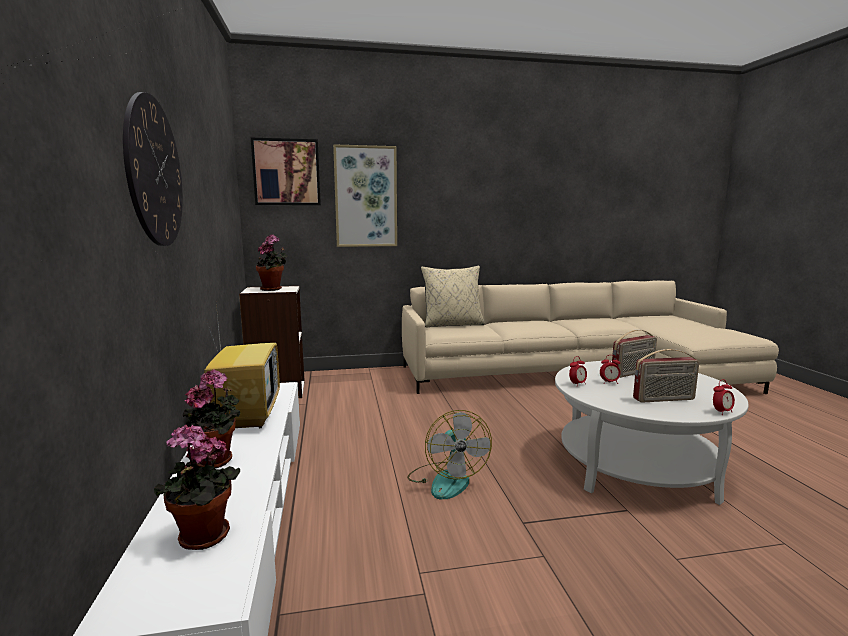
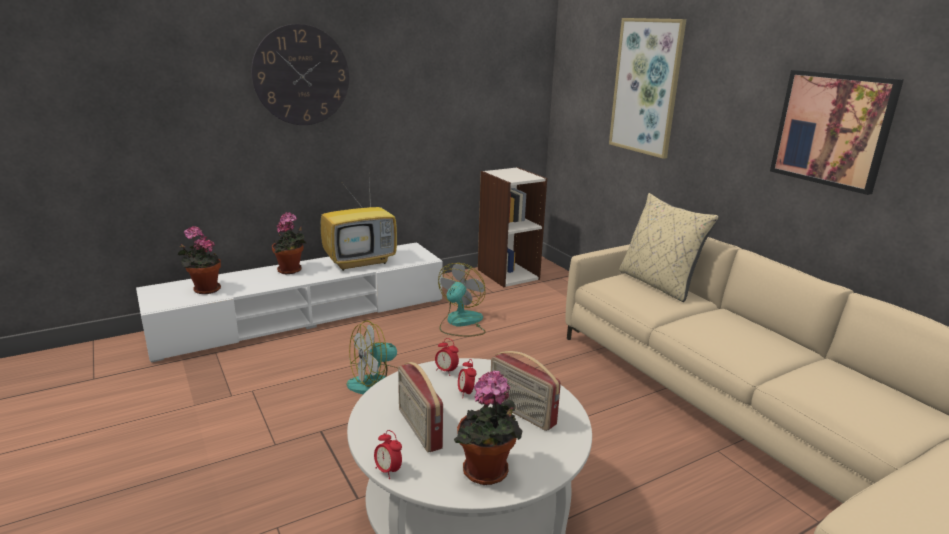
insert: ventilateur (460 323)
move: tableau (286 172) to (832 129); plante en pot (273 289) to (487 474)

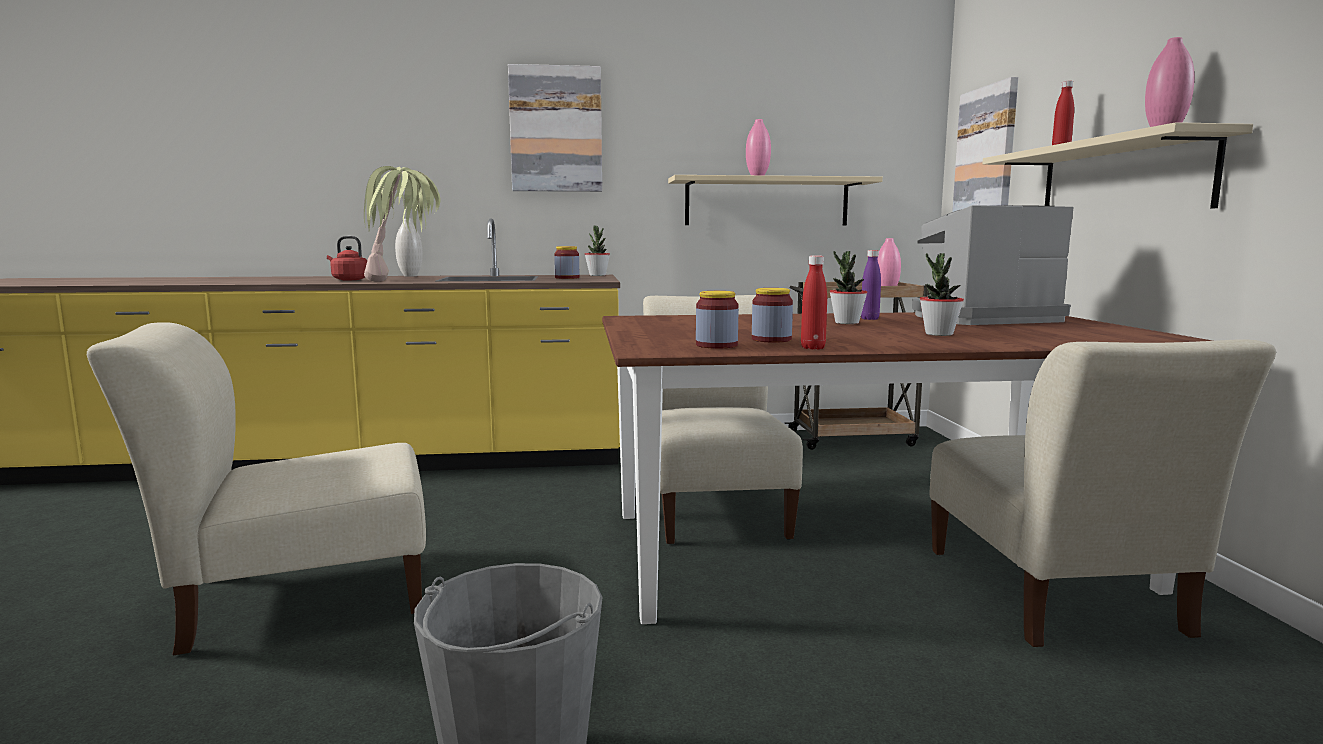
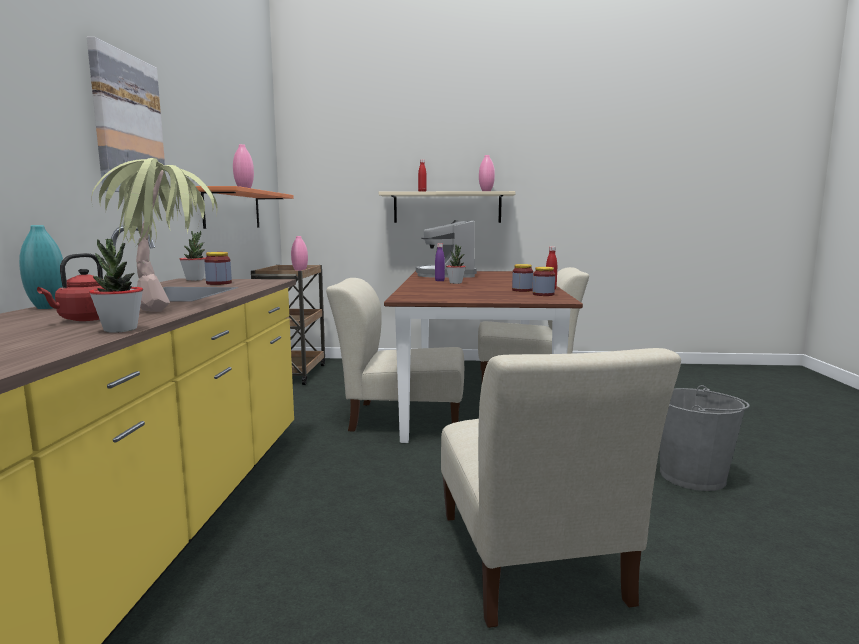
delete: tableau (986 152)
move: plante en pot (939 334) to (120 329)
recolor: vase [blanc] (410 276) to vase [turquoise] (47 307); étagère [beige] (767 202) to étagère [orange] (232 209)

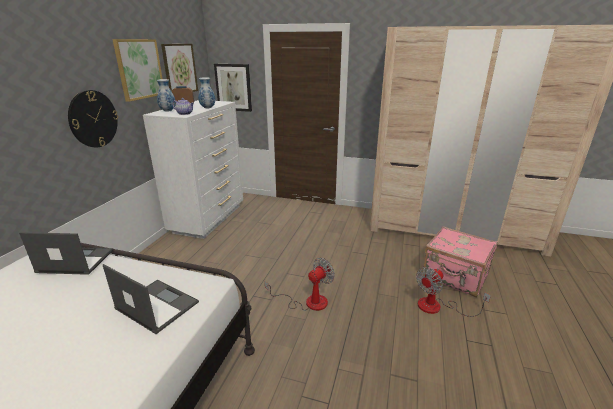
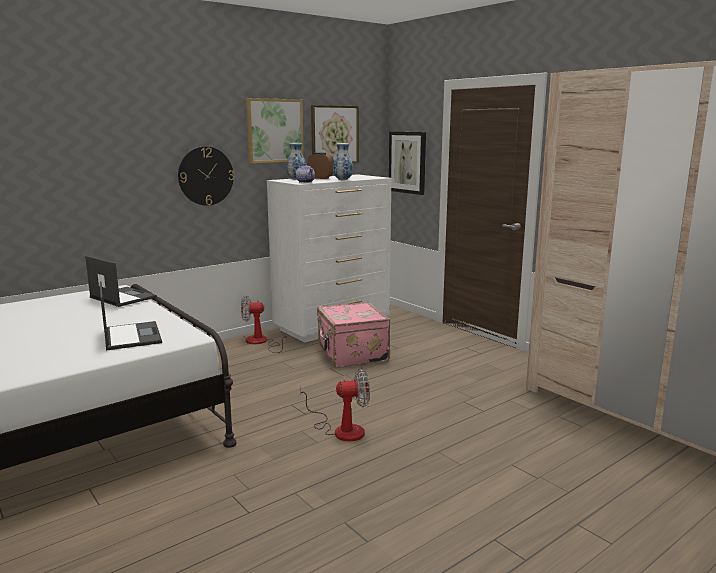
move: ventilateur (437 307) to (261 342); valise [rose] (455 277) to (351 354)

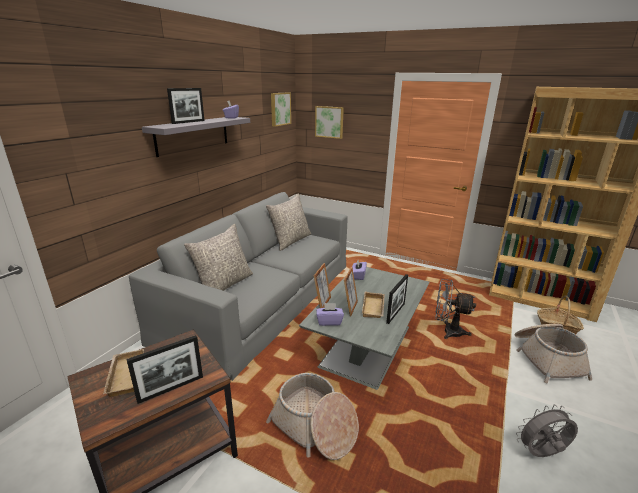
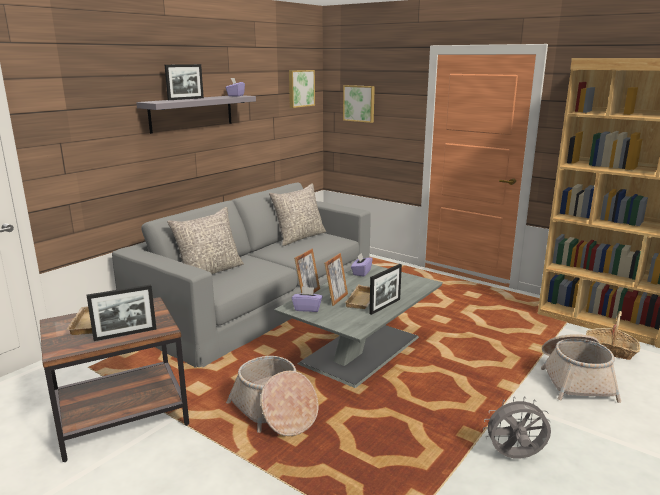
delete: ventilateur [gris] (447 331)

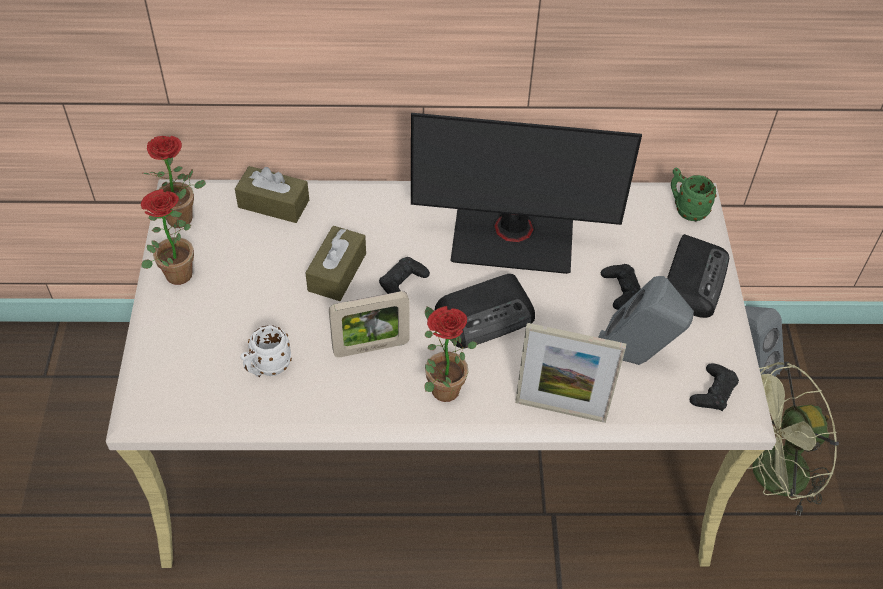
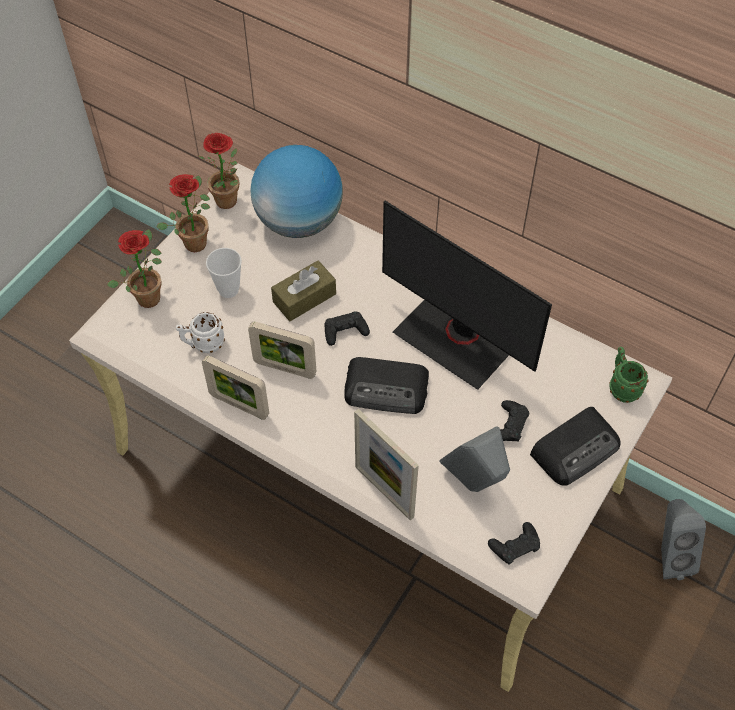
delete: ventilateur [vert] (769 477)
insert: cadre photo (239 405); tasse (228 290)
move: plante en pot (440 386) to (148 294)
replace: boîte à mouchoirs [marron] (273 204) to globe (299 221)

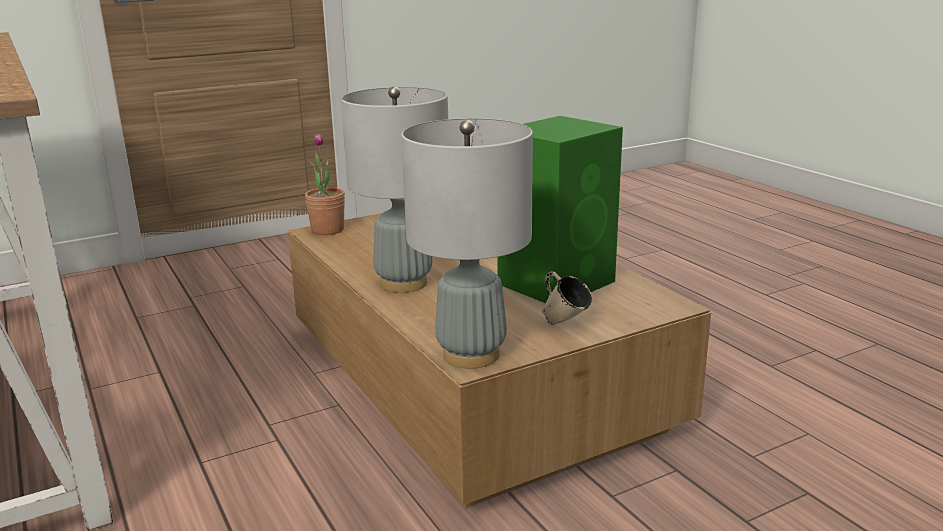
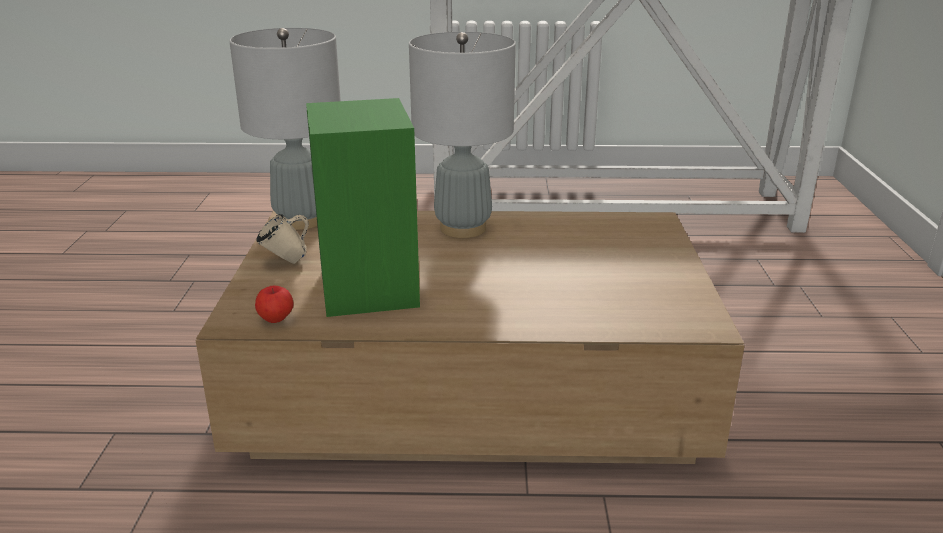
delete: plante en pot (327 230)
insert: pomme (276 319)

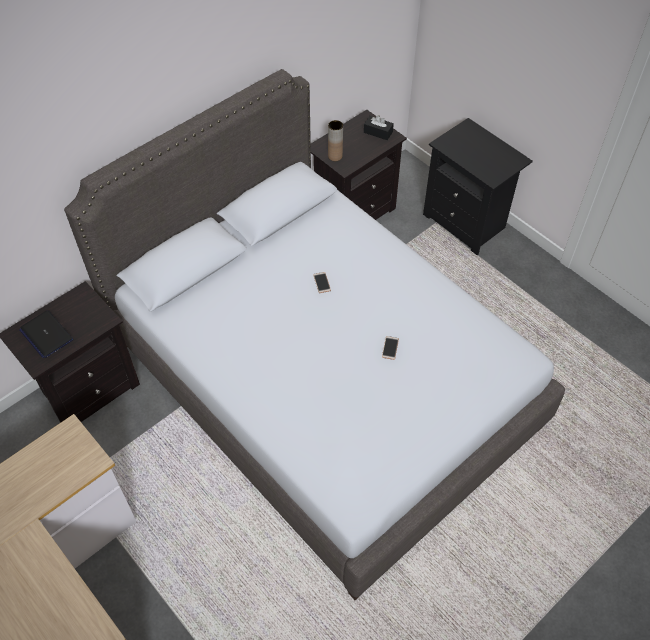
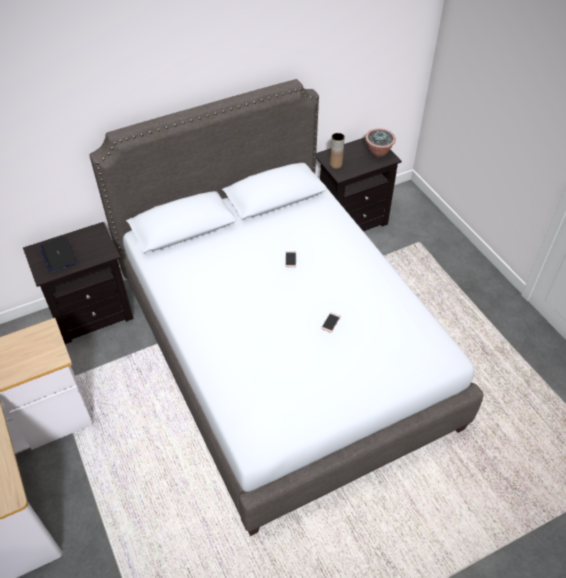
delete: table de chevet [noir] (466 222)
replace: boîte à mouchoirs [noir] (378 132) to plante en pot (378 152)

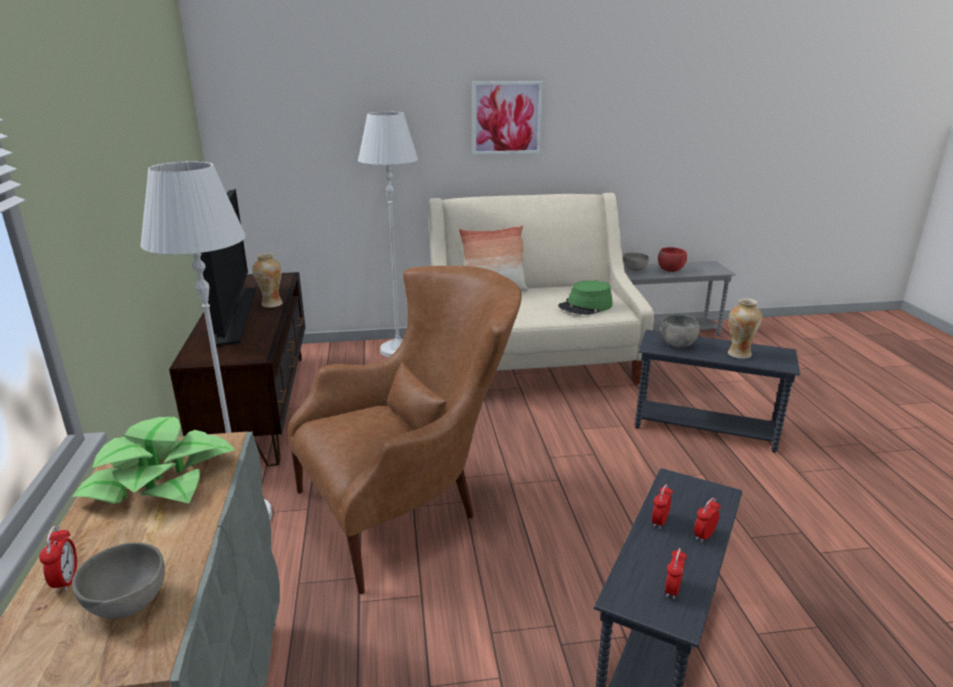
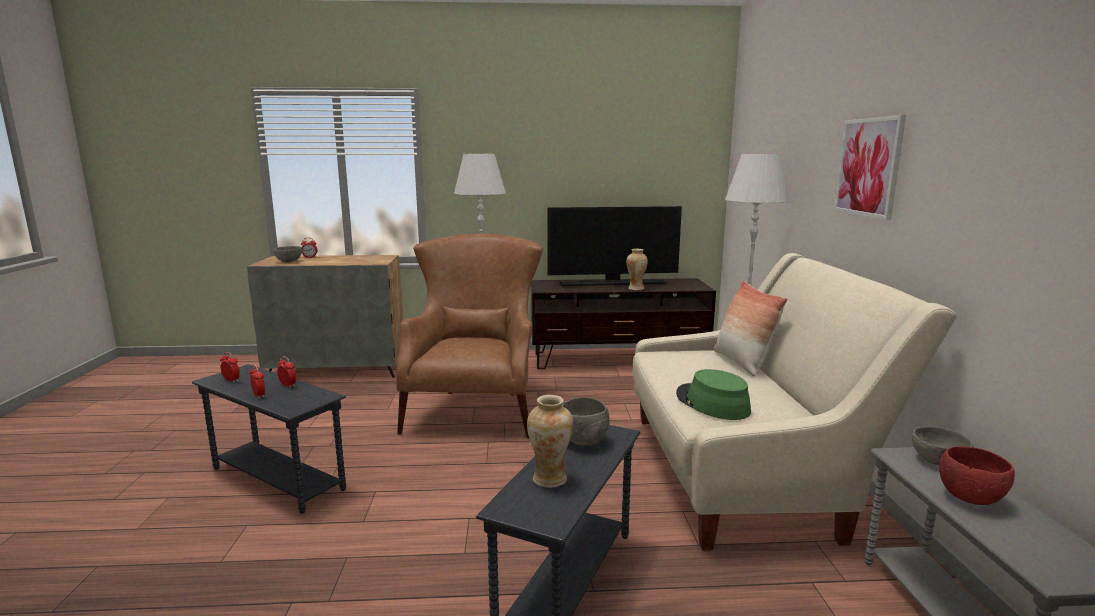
delete: plante en pot (160 480)
rotate: fauteuil [marron] (411 505) = (476 406) 150 degrees counterclockwise

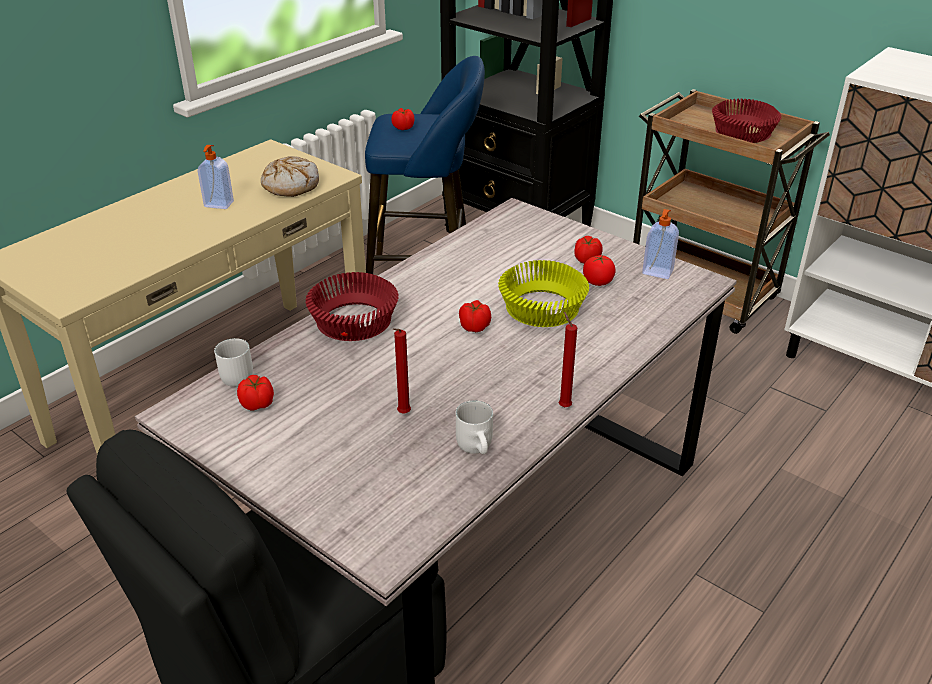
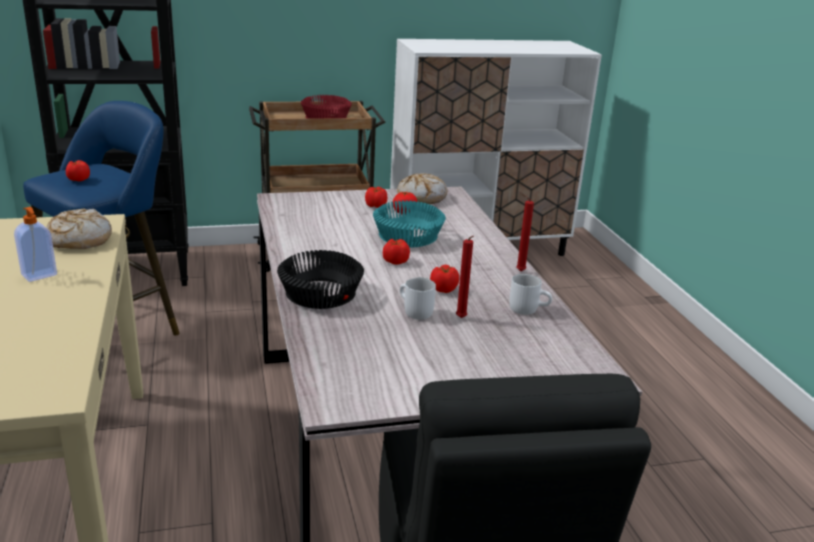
move: mug [blanc] (237 374) to (413 312); tomate (258 404) to (444 289)
replace: distributeur de savon (657 272) to pain (422 197)
recolor: bol [rouge] (353 322) to bol [noir] (321 295); bol [jaune] (544 308) to bol [turquoise] (408 236)

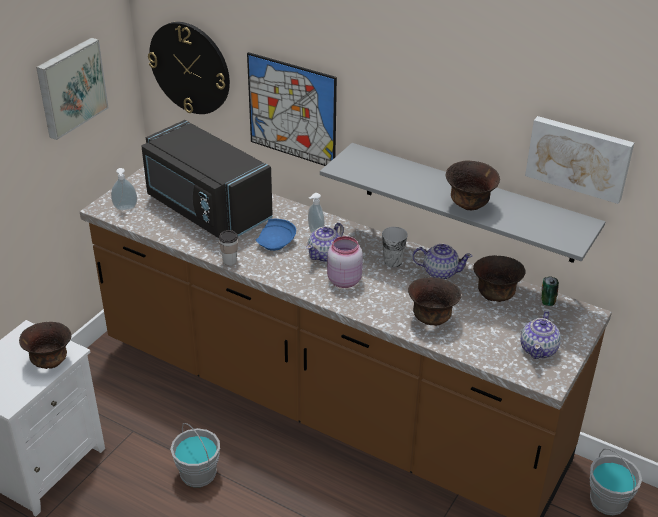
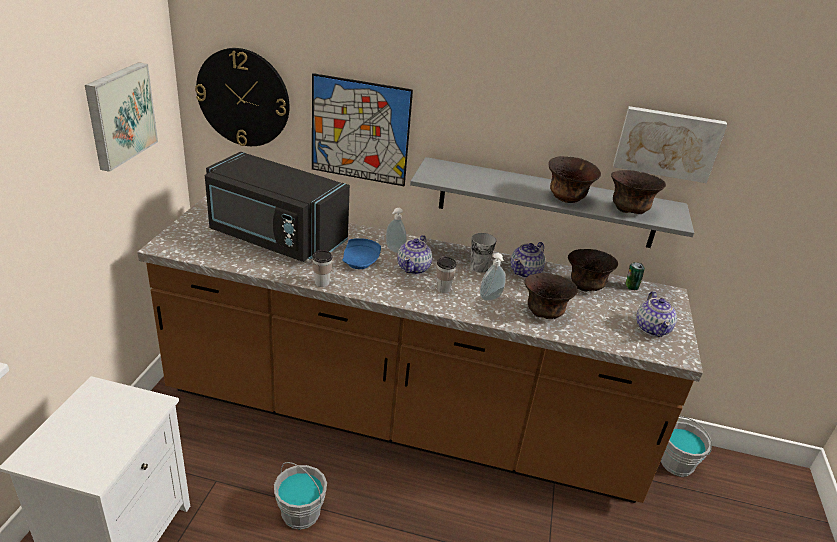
move: bol [marron] (50 361) to (628 211); distributeur de savon (125 209) to (491 299)
replace: bocal [rose] (343 280) to tasse (443 289)
rotate: théière (440 272) = (526 272) 135 degrees clockwise

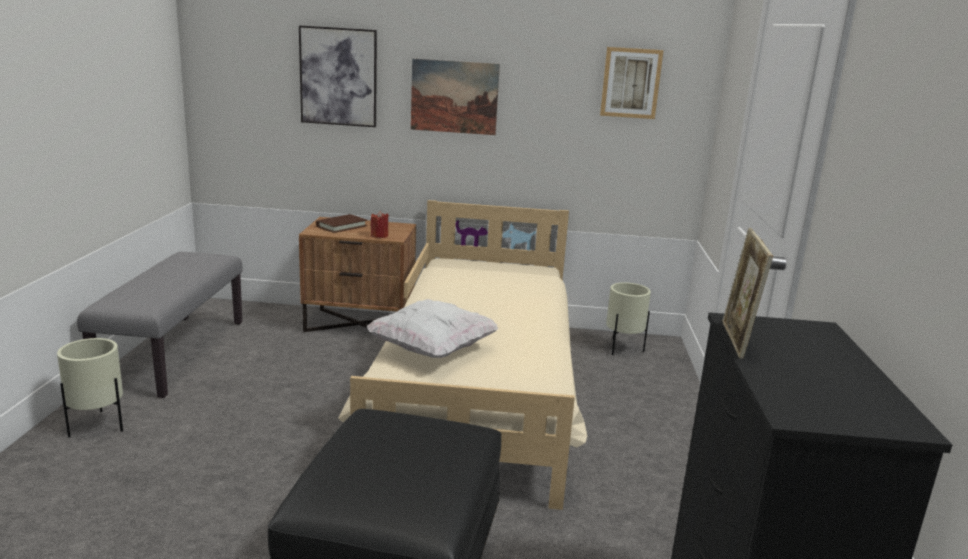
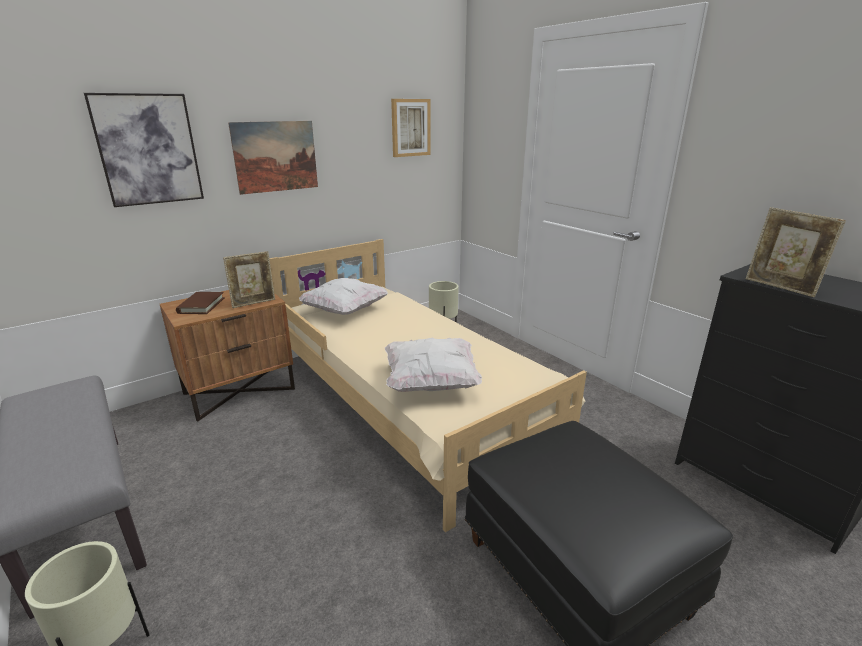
insert: coussin [blanc] (345 311)
replace: bougie [rouge] (379 236) to cadre photo (254 303)

